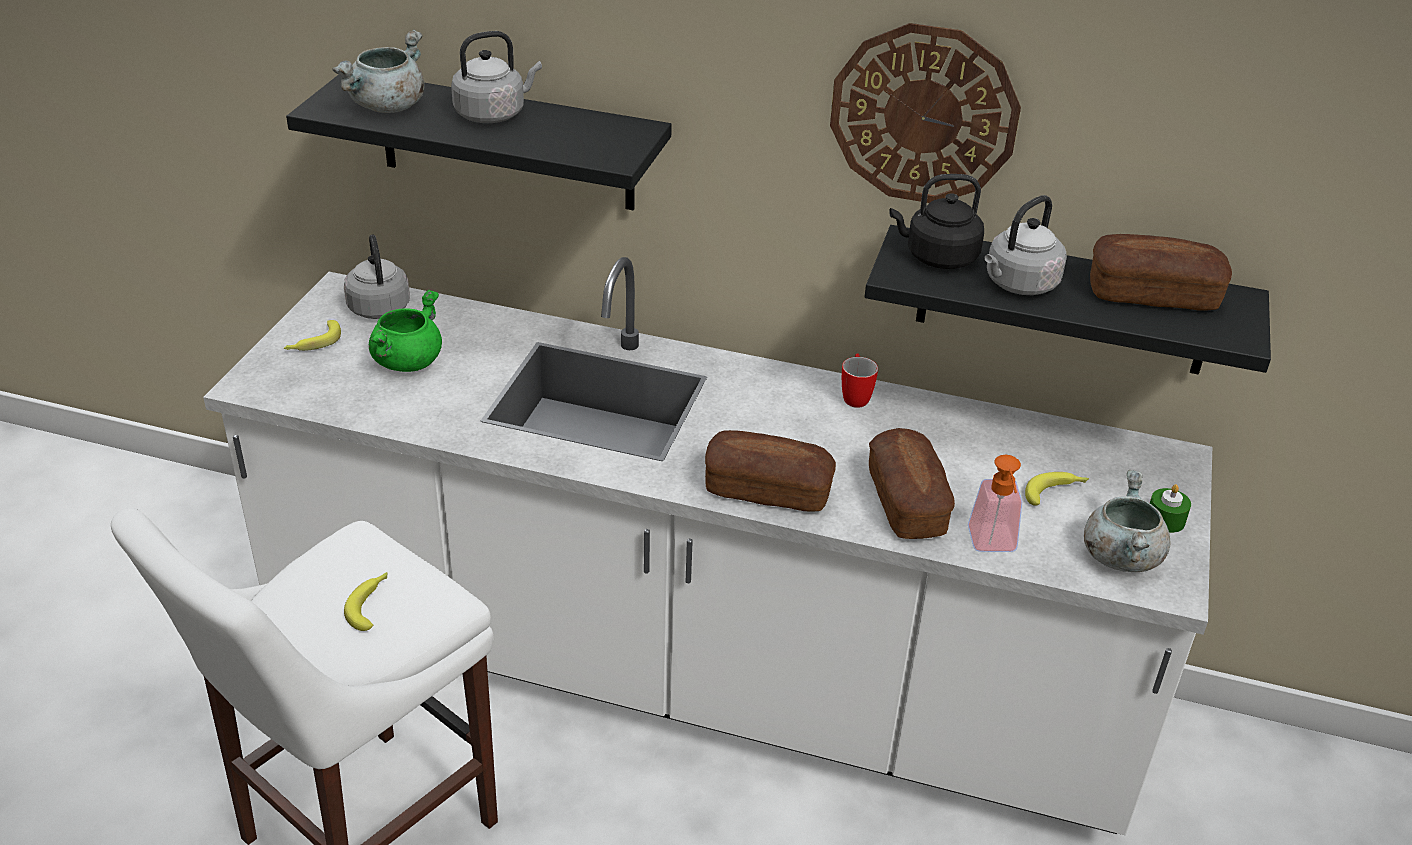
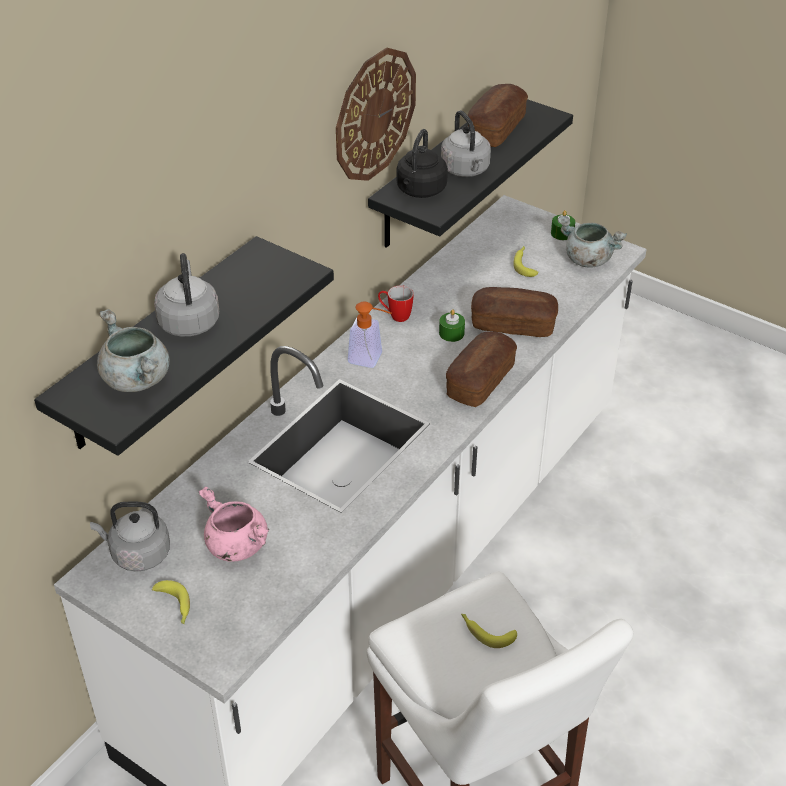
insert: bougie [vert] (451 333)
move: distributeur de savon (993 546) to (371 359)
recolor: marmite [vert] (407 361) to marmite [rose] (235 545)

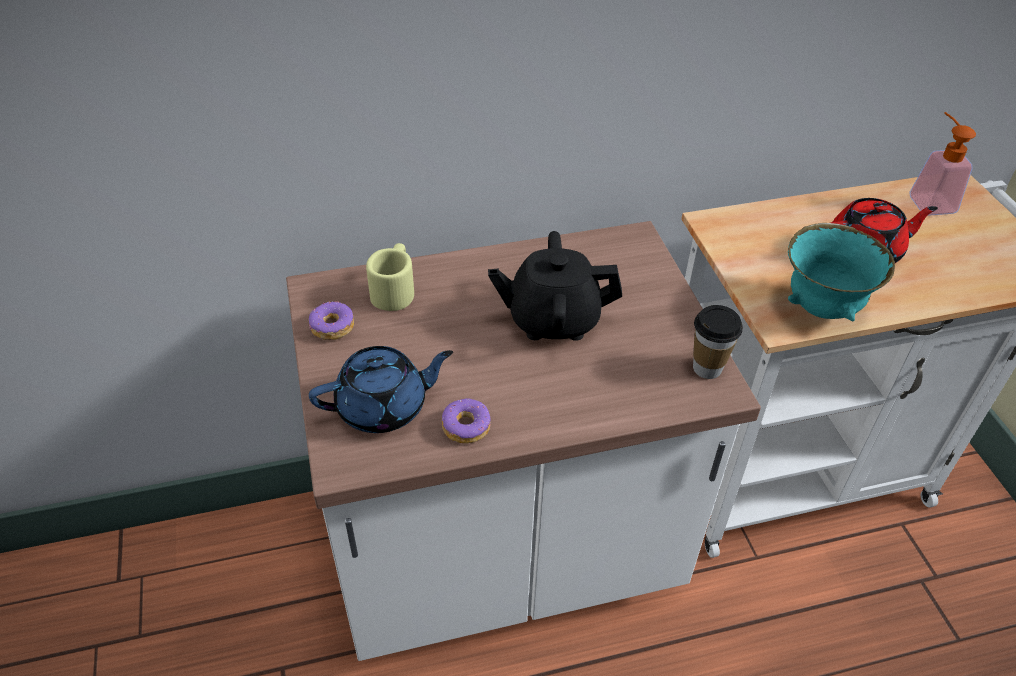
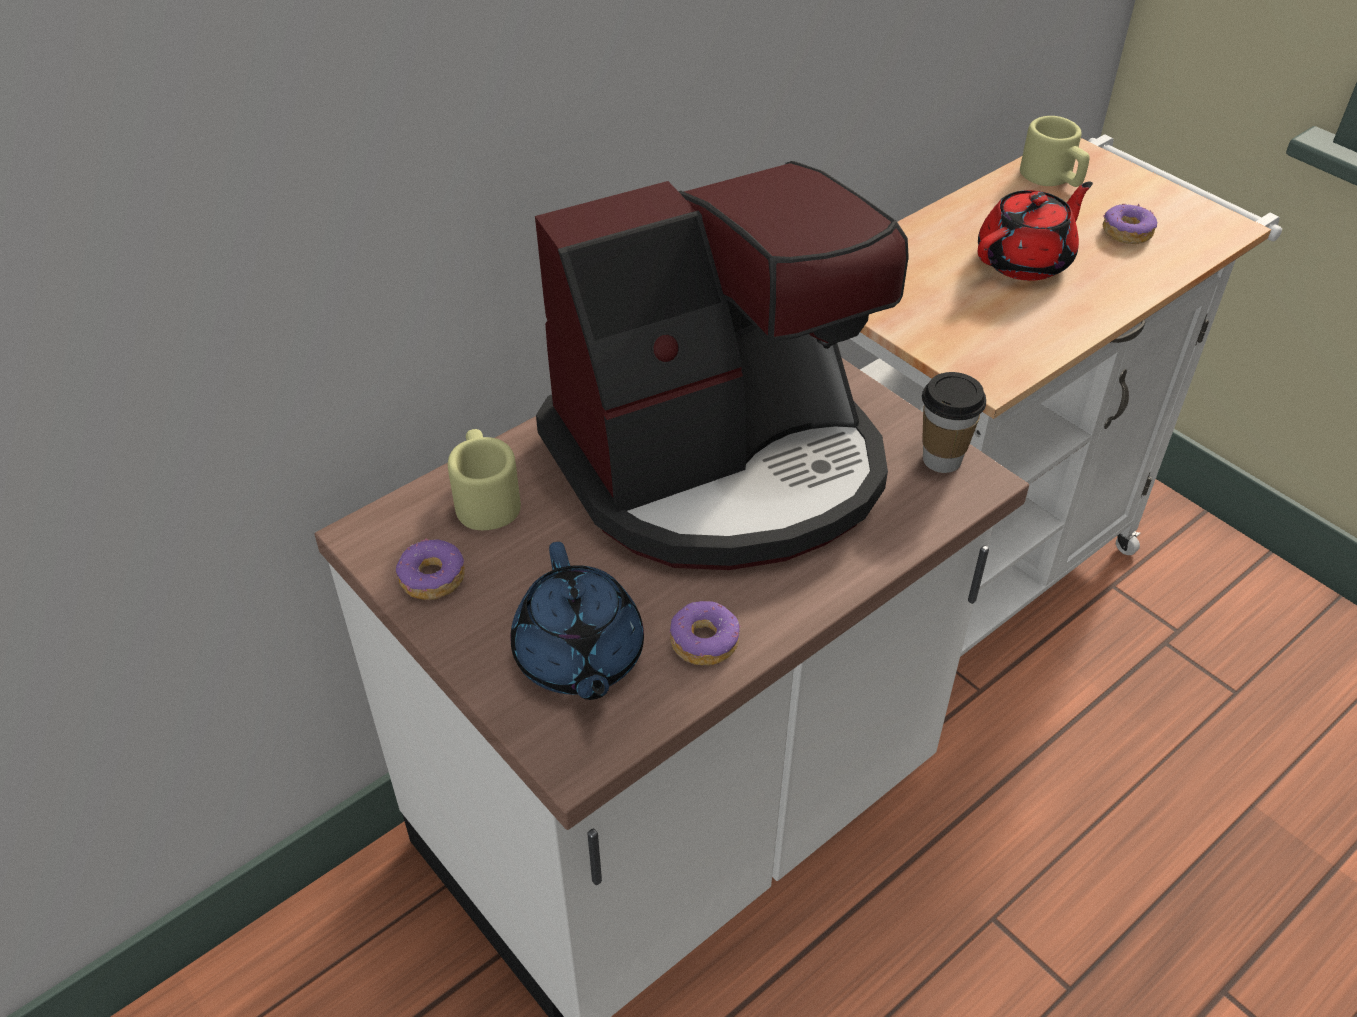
delete: bol [turquoise] (822 308)
insert: beignet (1126 232)
replace: théière [noir] (553 320) to machine à café (720 465); distributeur de savon (928 199) to mug [beige] (1052 178)
rotate: théière [bleu] (384 407) = (579 658) 120 degrees clockwise

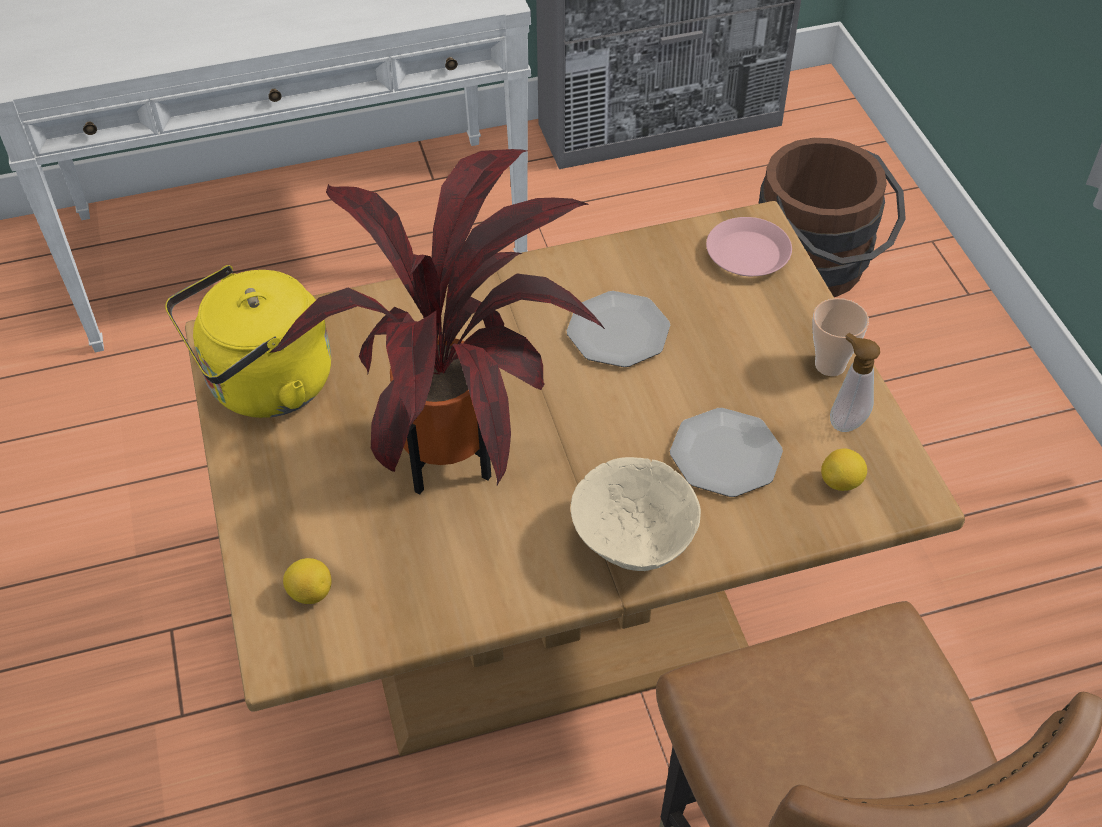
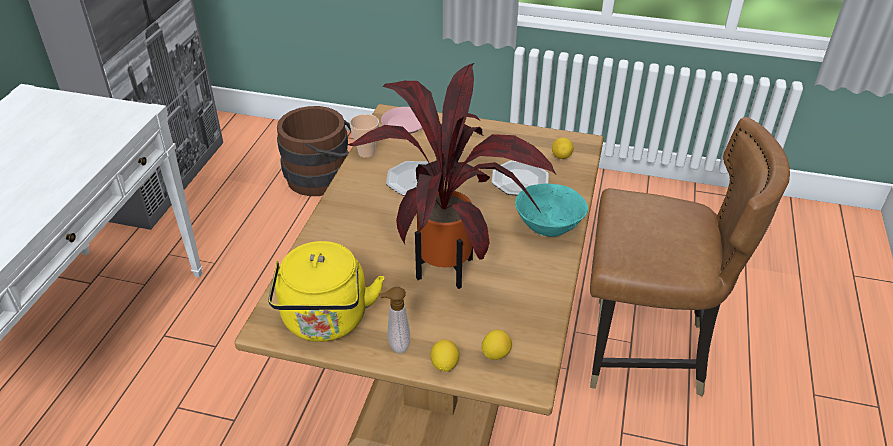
insert: citron (444 364)
move: tasse (830 365) to (366 153); distributeur de savon (845 420) to (396 346)
recolor: bol [beige] (633 540) to bol [turquoise] (547 227)

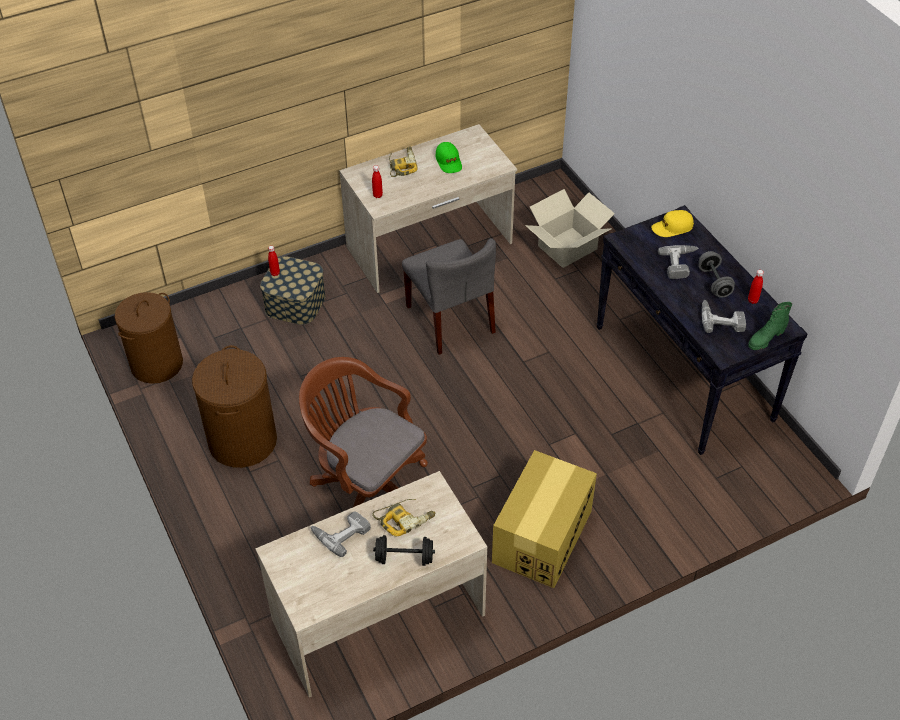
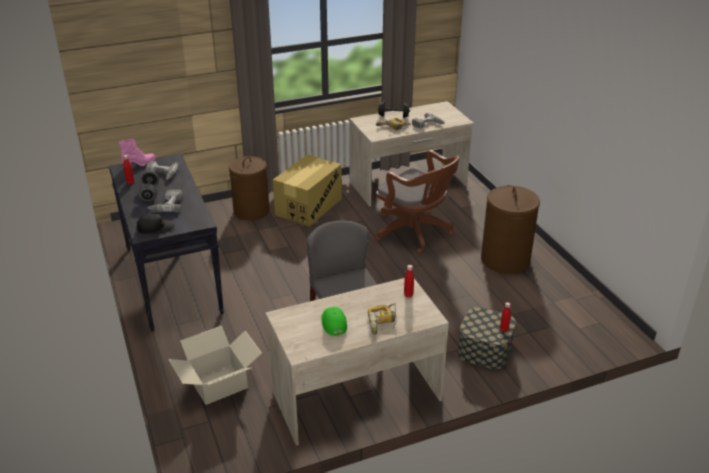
move: panier à linge [marron] (156 364) to (251 211)
recolor: casquette [jaune] (672 227) to casquette [noir] (155 228); botte [vert] (765 339) to botte [rose] (139 164)

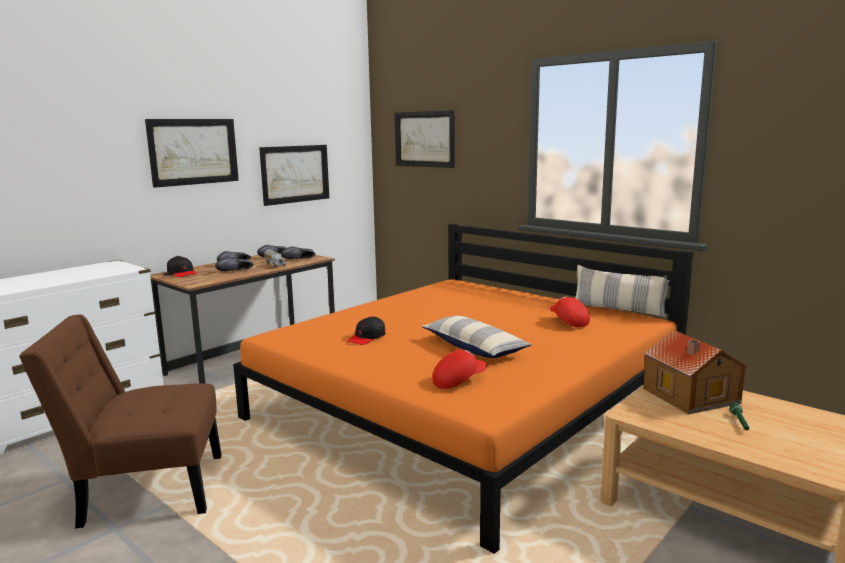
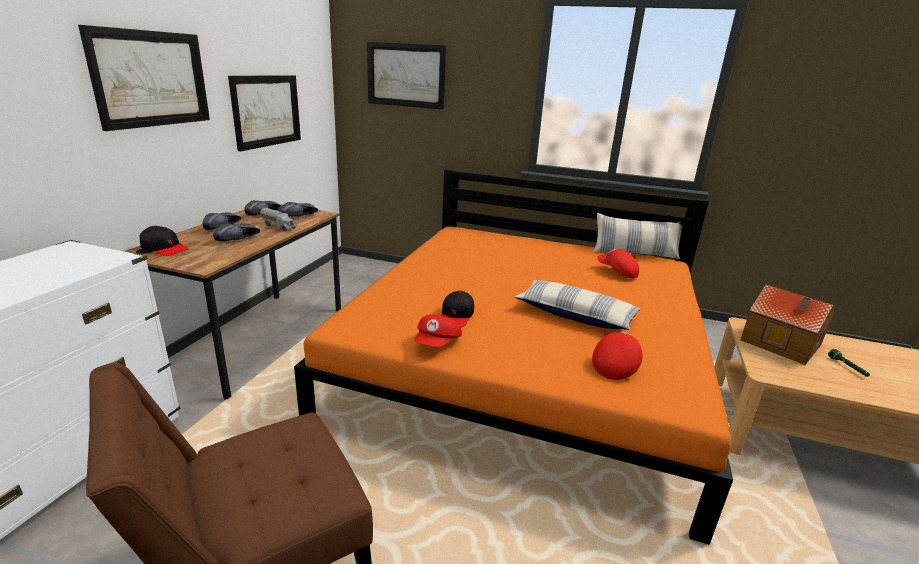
insert: casquette [rouge] (438 343)

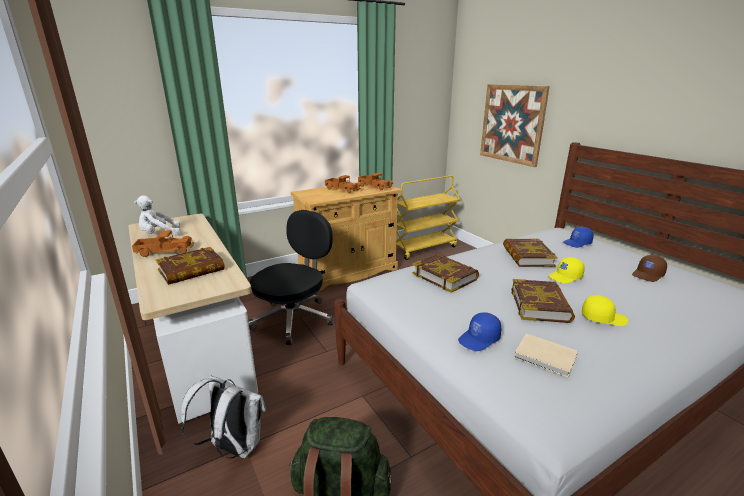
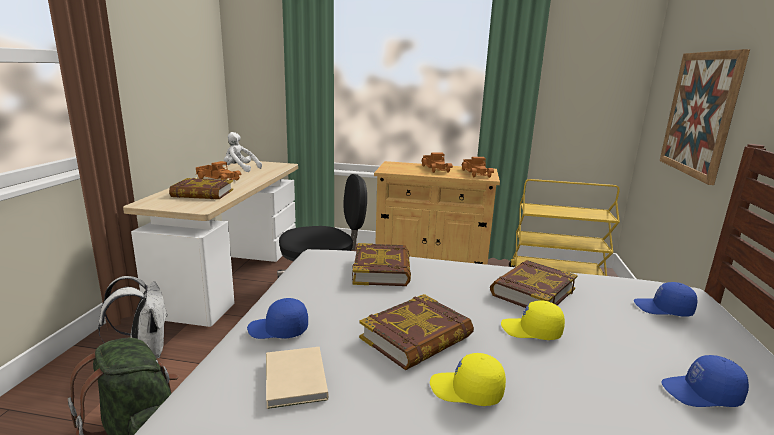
recolor: casquette [marron] (648 275) to casquette [bleu] (701 394)
rotate: casquette [jaune] (603 318) = (466 391) 150 degrees clockwise

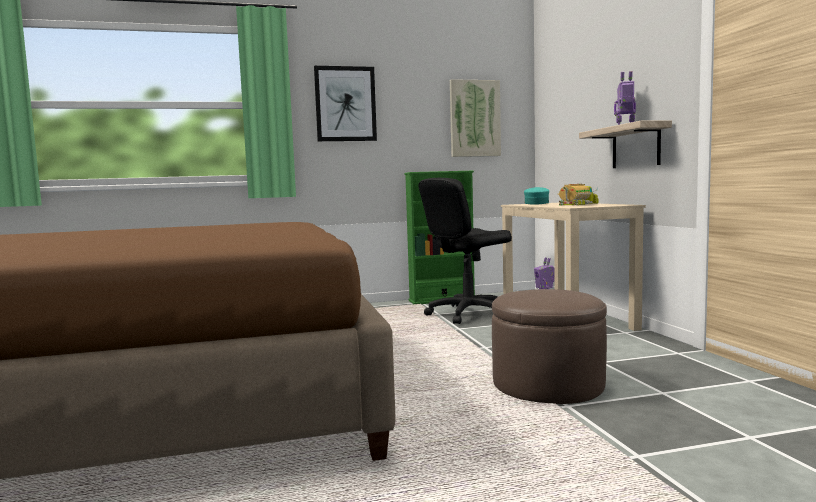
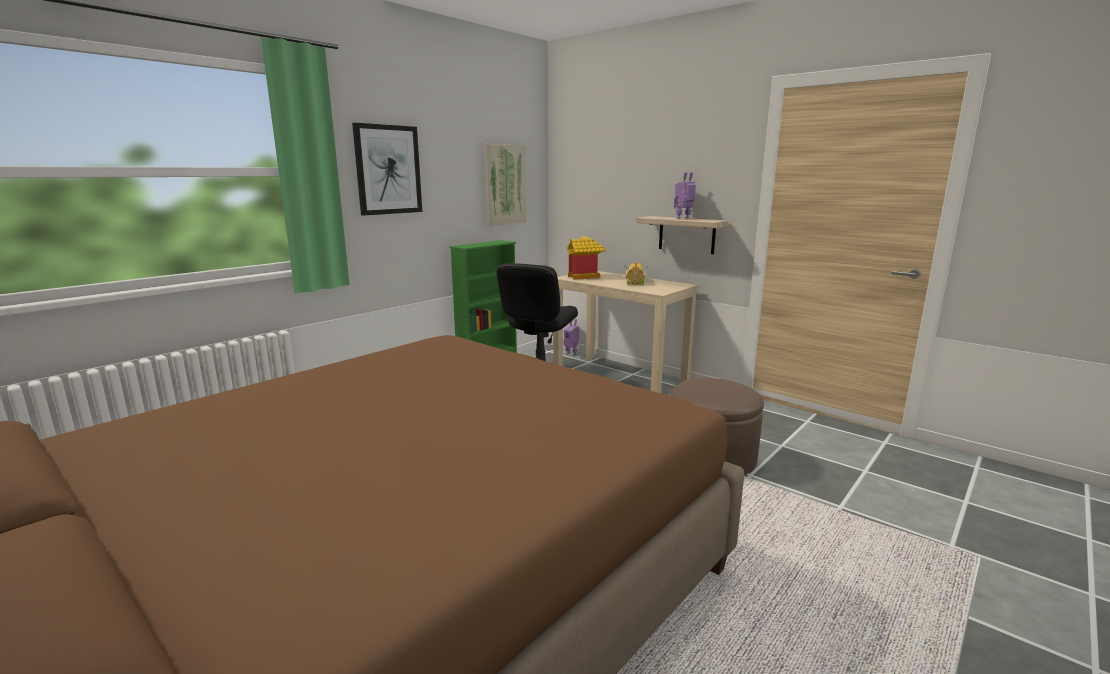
replace: casquette [turquoise] (536 203) to maison miniature (585 276)

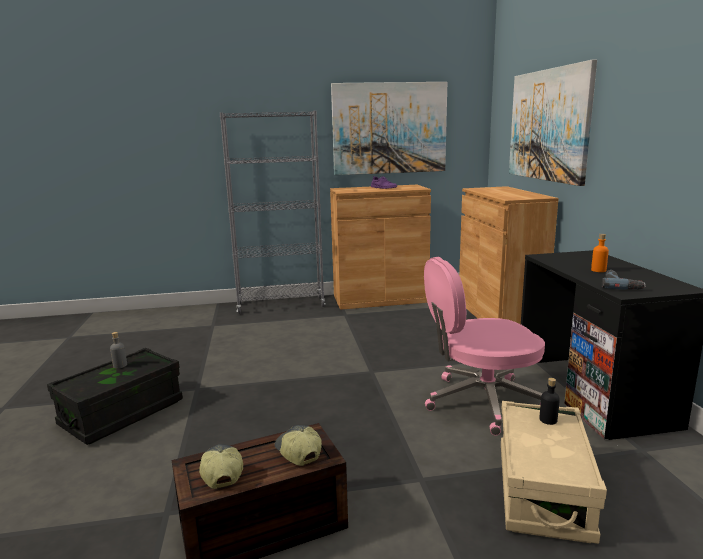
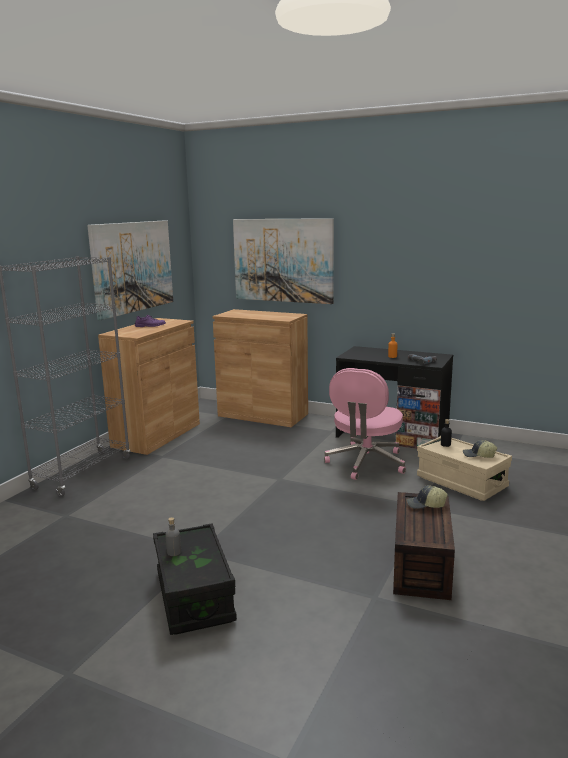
move: casquette (220 472) to (478 455)

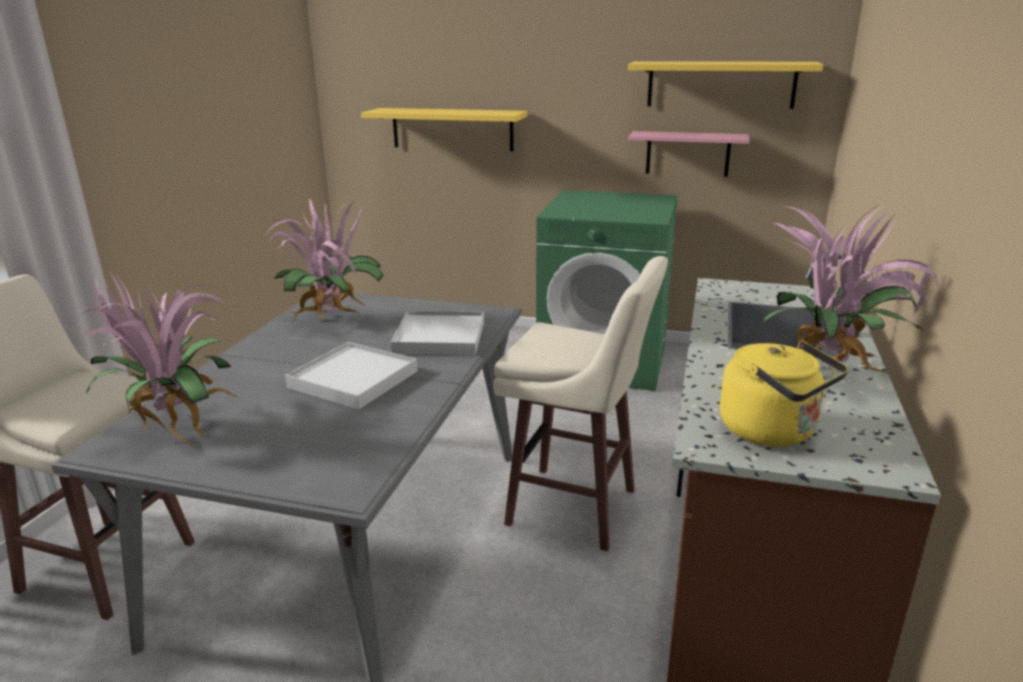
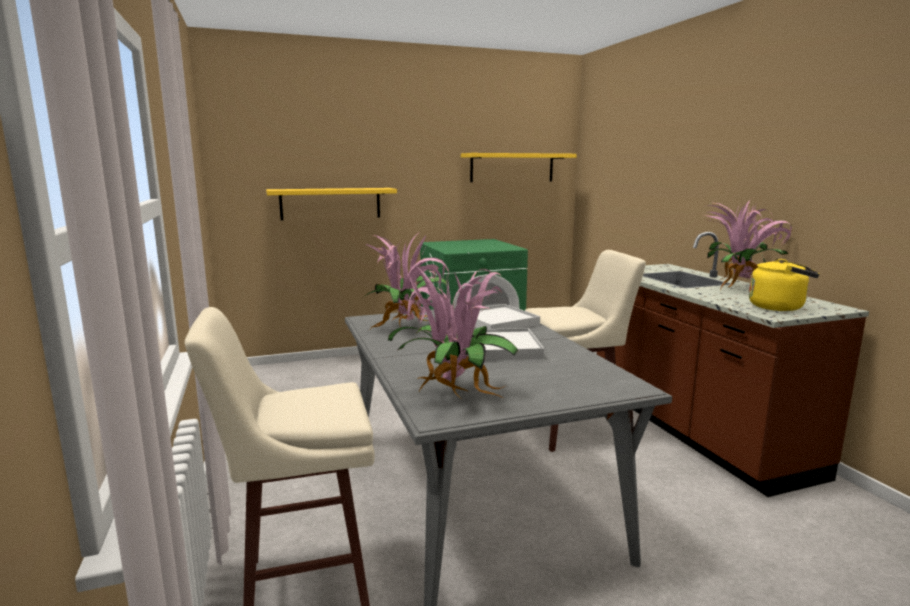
delete: étagère [rose] (687 153)

